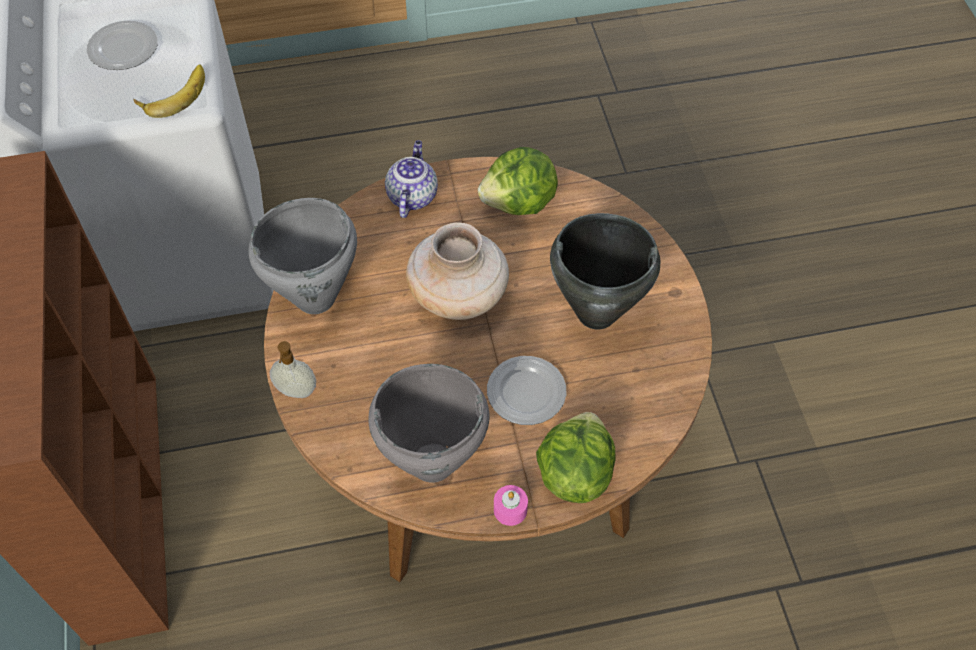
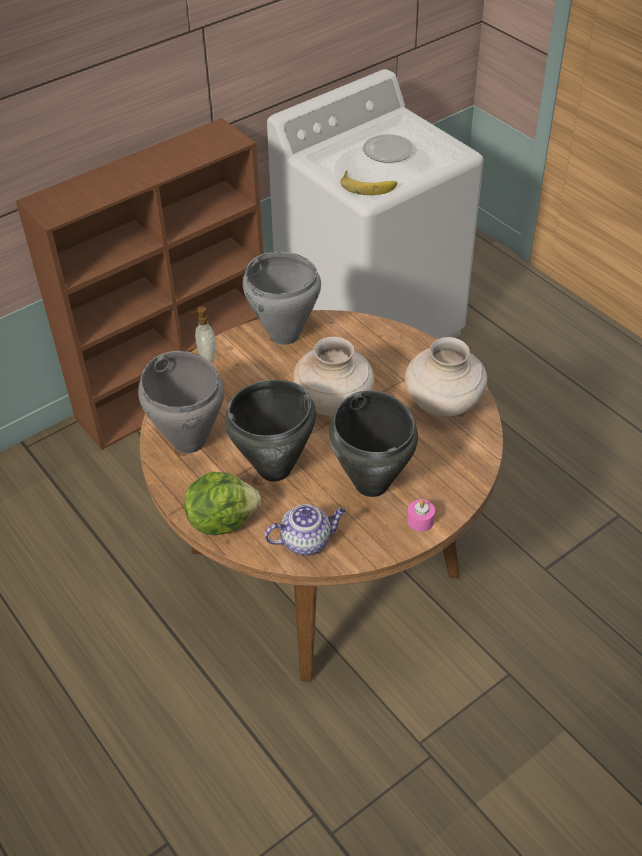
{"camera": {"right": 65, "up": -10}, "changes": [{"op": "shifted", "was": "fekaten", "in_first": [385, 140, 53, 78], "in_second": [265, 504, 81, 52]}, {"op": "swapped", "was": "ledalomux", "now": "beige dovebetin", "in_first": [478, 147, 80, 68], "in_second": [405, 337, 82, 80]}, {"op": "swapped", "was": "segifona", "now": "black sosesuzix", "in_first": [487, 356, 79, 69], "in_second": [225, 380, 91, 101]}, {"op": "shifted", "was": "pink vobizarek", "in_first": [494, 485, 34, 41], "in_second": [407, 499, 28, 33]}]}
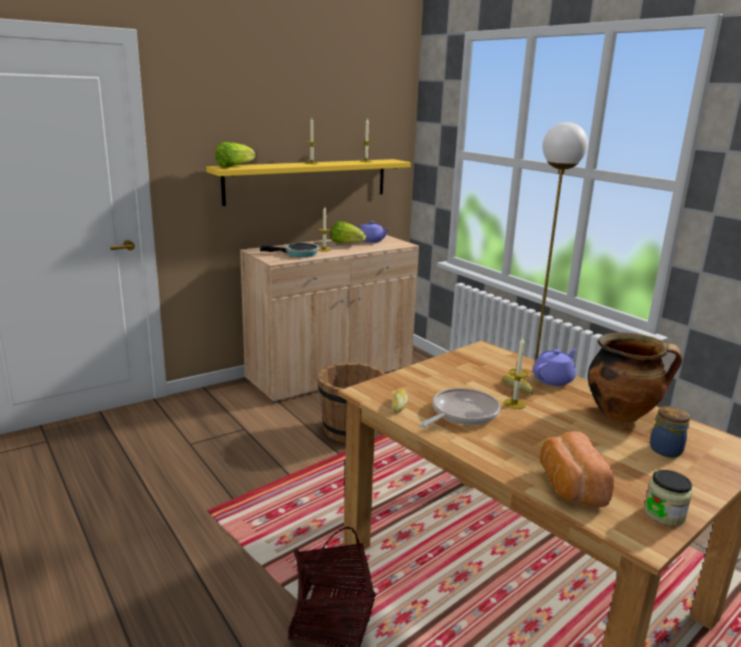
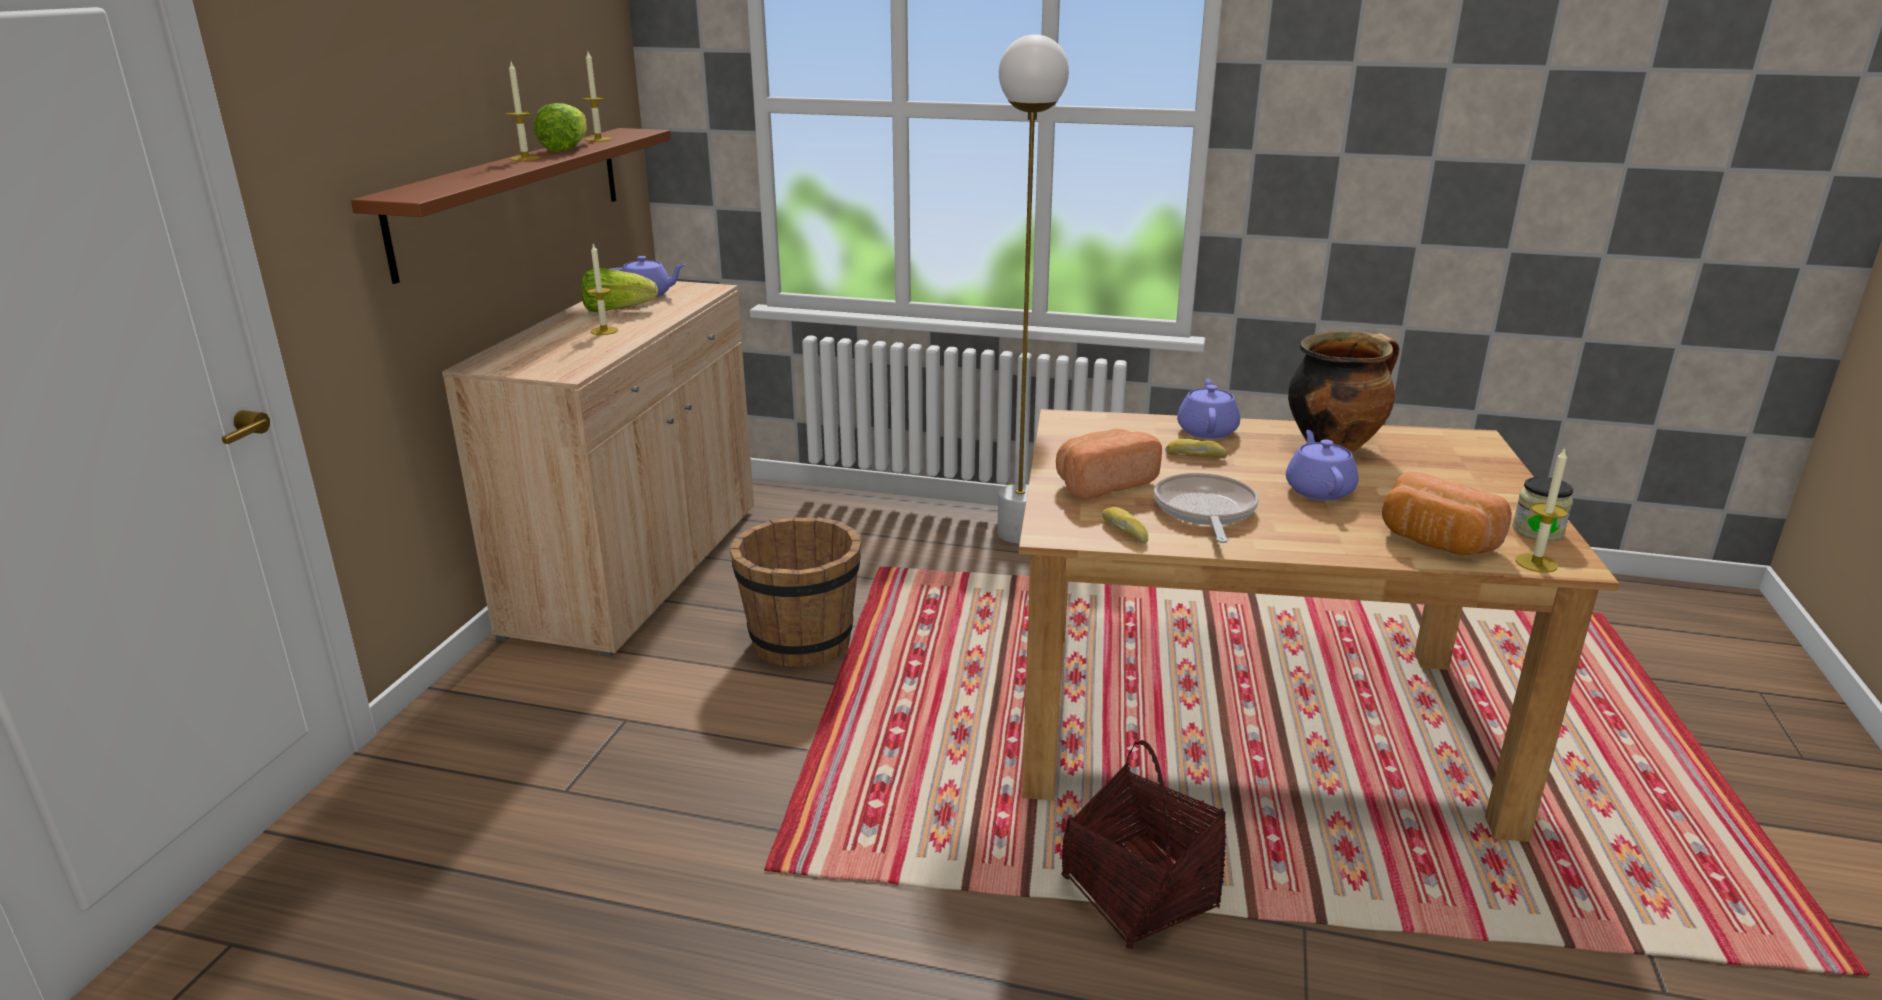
{"camera": {"right": -40, "up": 5}, "changes": [{"op": "shifted", "was": "ledalomux", "in_first": [215, 142, 41, 26], "in_second": [534, 103, 53, 49]}, {"op": "repainted", "was": "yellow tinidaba", "now": "brown tinidaba", "in_first": [206, 159, 205, 47], "in_second": [351, 128, 320, 156]}, {"op": "gone", "was": "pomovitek", "in_first": [260, 243, 59, 14]}, {"op": "shifted", "was": "vobizarek", "in_first": [503, 338, 25, 71], "in_second": [1515, 447, 53, 126]}, {"op": "gone", "was": "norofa", "in_first": [650, 406, 40, 51]}, {"op": "new", "now": "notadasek", "in_second": [1056, 429, 106, 70]}, {"op": "new", "now": "purple fekaten", "in_second": [1286, 430, 72, 71]}]}
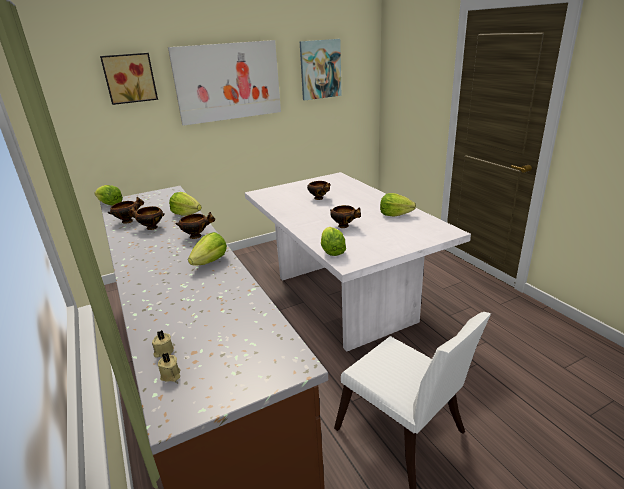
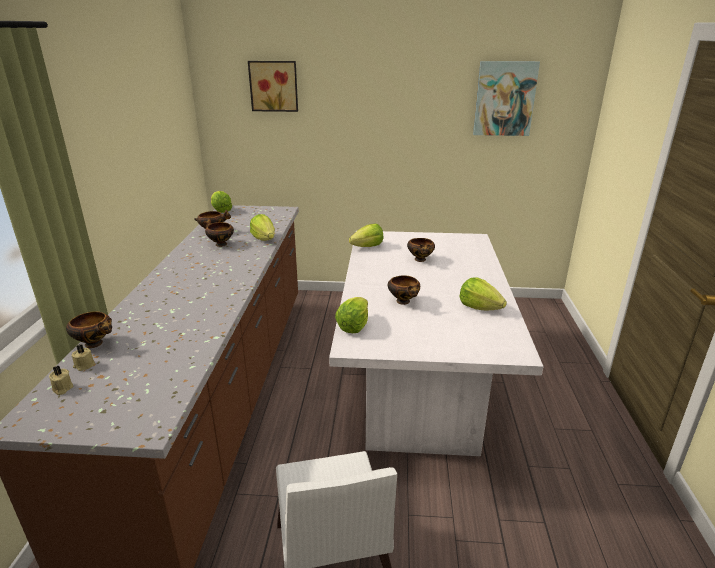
{"camera": {"right": 30, "up": 0}, "changes": [{"op": "gone", "was": "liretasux", "in_first": [168, 40, 113, 86]}, {"op": "shifted", "was": "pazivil", "in_first": [175, 212, 40, 27], "in_second": [66, 311, 46, 37]}, {"op": "shifted", "was": "ledalomux", "in_first": [188, 232, 39, 33], "in_second": [349, 224, 34, 23]}]}
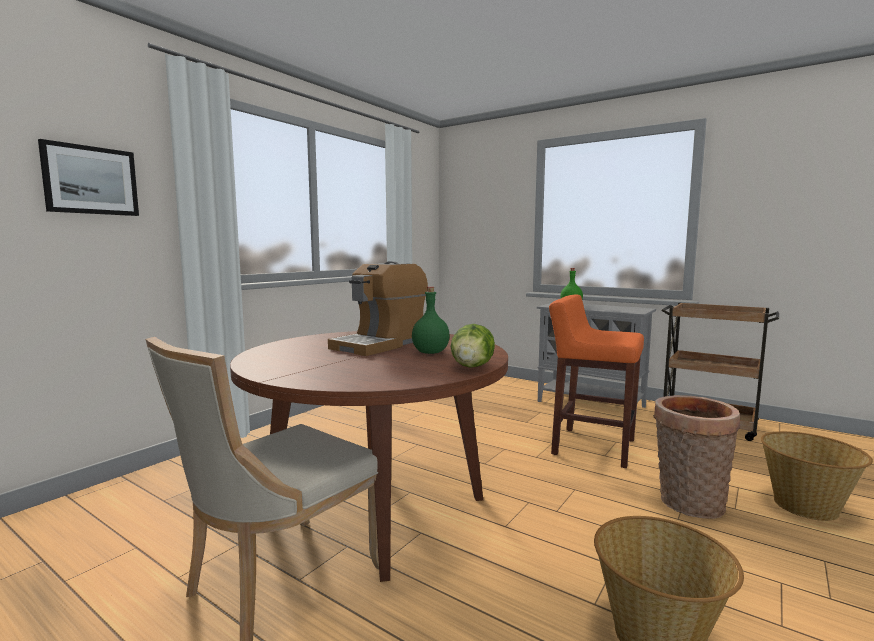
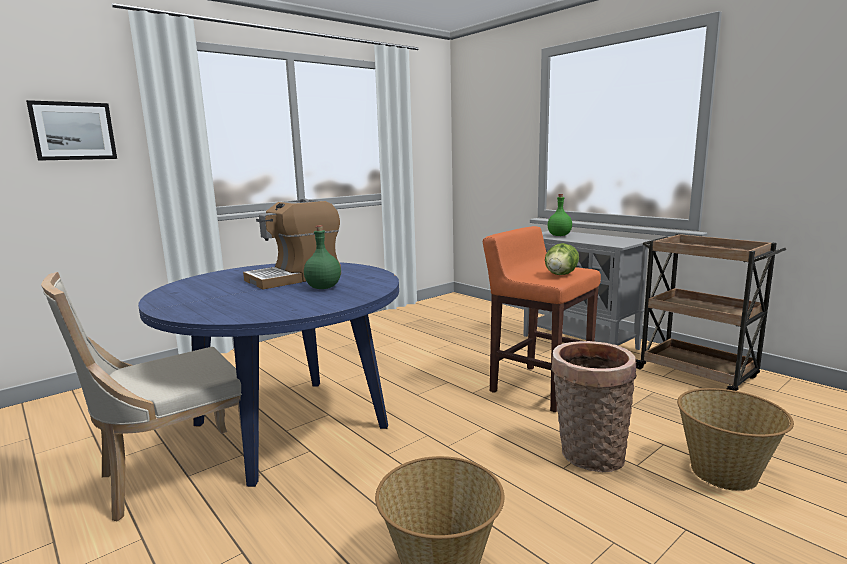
{"camera": {"right": 15, "up": 5}, "changes": [{"op": "shifted", "was": "ledalomux", "in_first": [450, 324, 45, 44], "in_second": [545, 243, 34, 32]}, {"op": "repainted", "was": "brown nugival", "now": "blue nugival", "in_first": [230, 331, 278, 251], "in_second": [138, 262, 261, 225]}]}
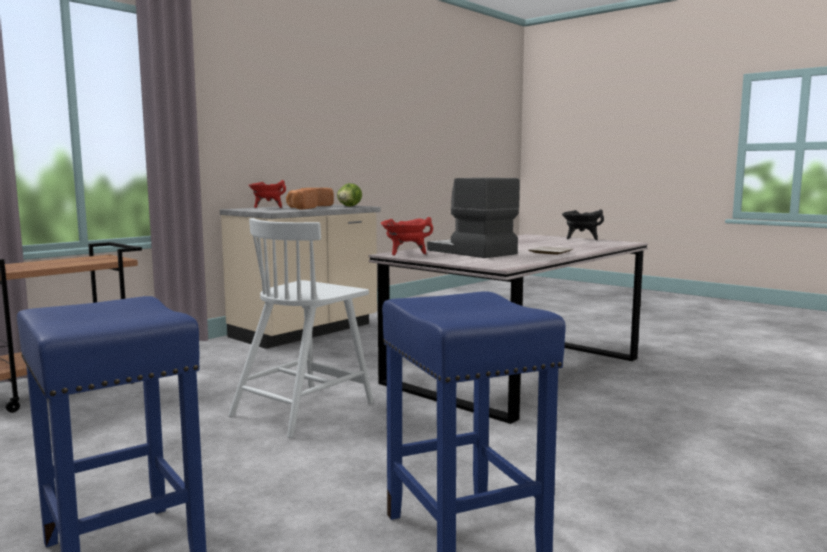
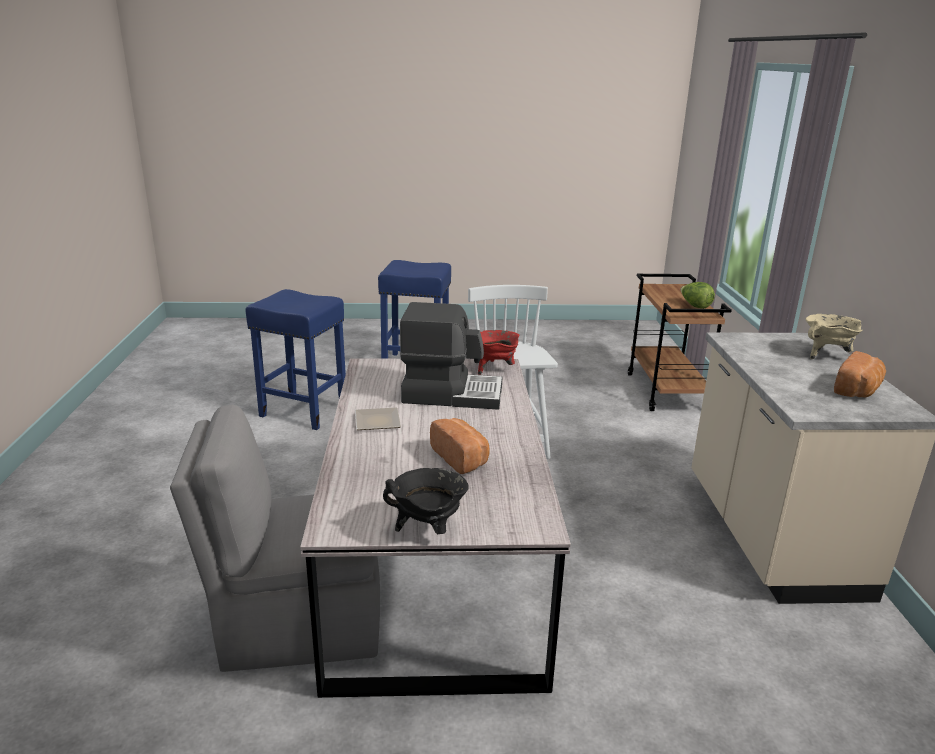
{"camera": {"right": 135, "up": 15}, "changes": [{"op": "repainted", "was": "red sosesuzix", "now": "beige sosesuzix", "in_first": [249, 180, 37, 28], "in_second": [806, 314, 57, 45]}, {"op": "shifted", "was": "ledalomux", "in_first": [337, 183, 25, 24], "in_second": [680, 282, 35, 27]}, {"op": "shifted", "was": "notadasek", "in_first": [286, 189, 32, 21], "in_second": [430, 418, 60, 56]}, {"op": "new", "now": "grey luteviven", "in_second": [170, 404, 210, 268]}]}
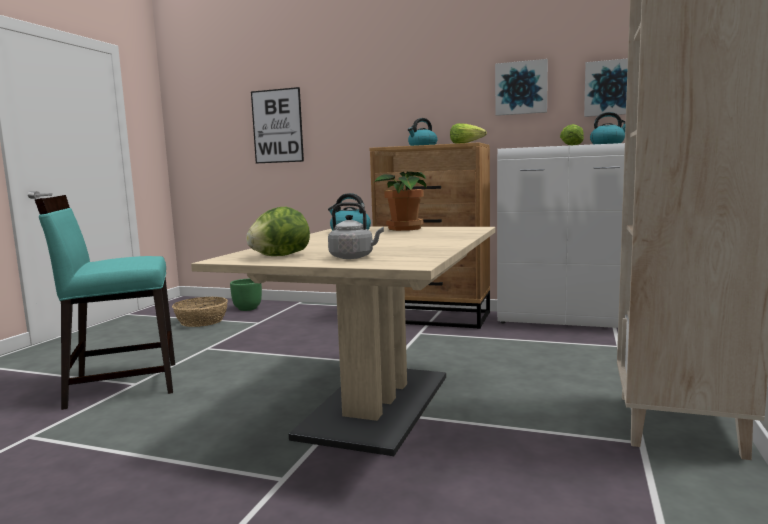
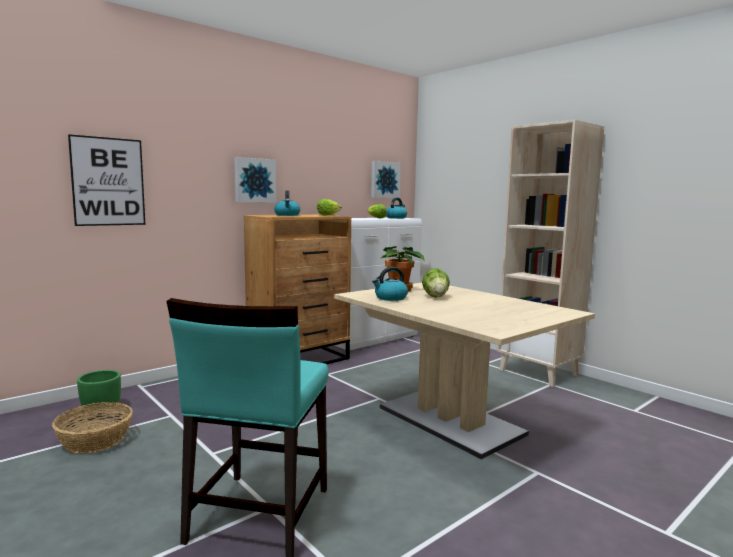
{"camera": {"right": -60, "up": 0}, "changes": [{"op": "shifted", "was": "liretasux", "in_first": [495, 59, 53, 57], "in_second": [234, 157, 42, 46]}, {"op": "gone", "was": "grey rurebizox", "in_first": [328, 202, 56, 57]}, {"op": "shifted", "was": "ledalomux", "in_first": [246, 207, 64, 49], "in_second": [422, 268, 28, 30]}]}
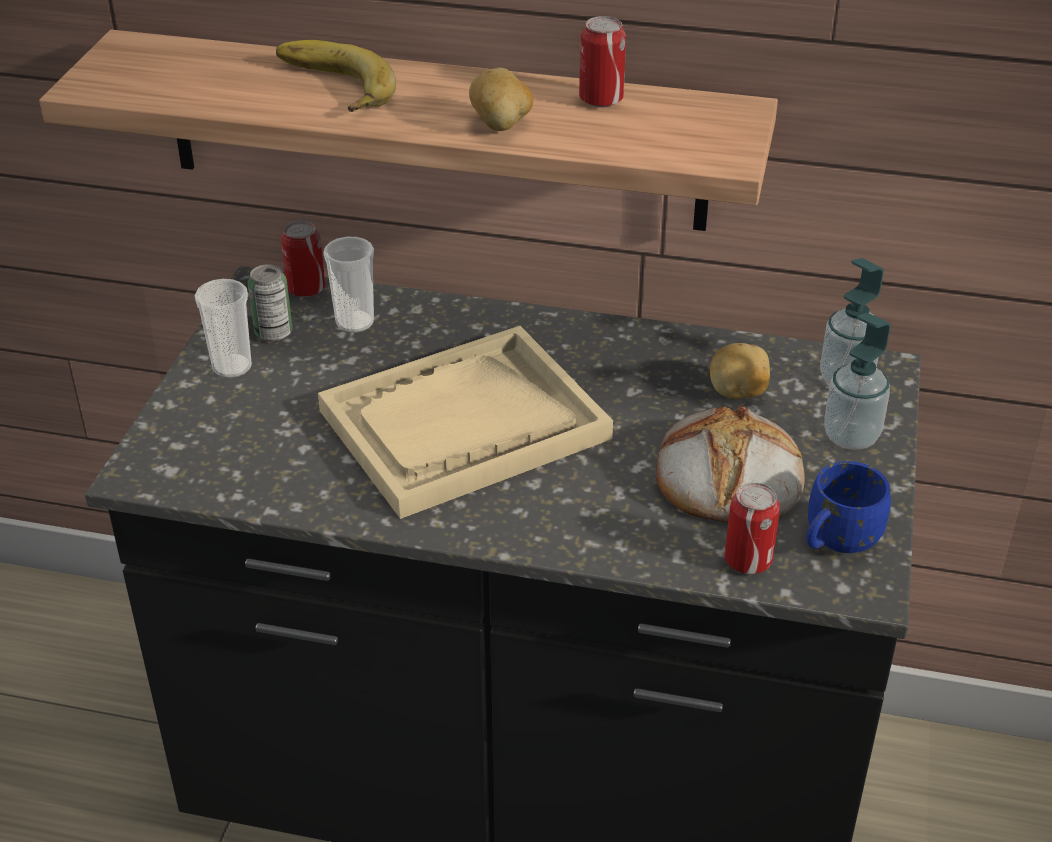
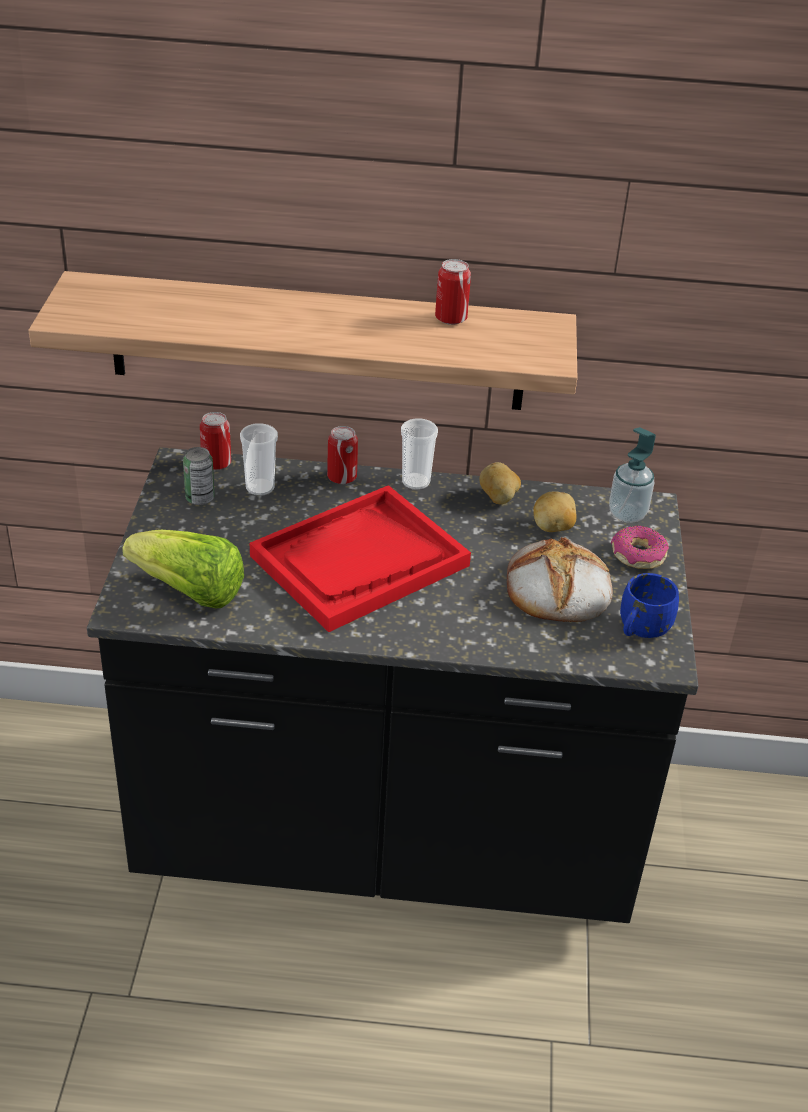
{"camera": {"right": -10, "up": 0}, "changes": [{"op": "gone", "was": "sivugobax", "in_first": [276, 40, 120, 72]}, {"op": "shifted", "was": "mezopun", "in_first": [469, 68, 64, 63], "in_second": [479, 462, 42, 42]}, {"op": "shifted", "was": "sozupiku", "in_first": [195, 279, 57, 99], "in_second": [401, 418, 37, 72]}, {"op": "swapped", "was": "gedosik", "now": "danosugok", "in_first": [824, 313, 67, 137], "in_second": [611, 526, 58, 43]}, {"op": "repainted", "was": "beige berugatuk", "now": "red berugatuk", "in_first": [318, 326, 295, 193], "in_second": [250, 485, 221, 147]}, {"op": "shifted", "was": "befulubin", "in_first": [725, 482, 55, 92], "in_second": [327, 426, 31, 58]}, {"op": "new", "now": "ledalomux", "in_second": [122, 530, 122, 78]}]}
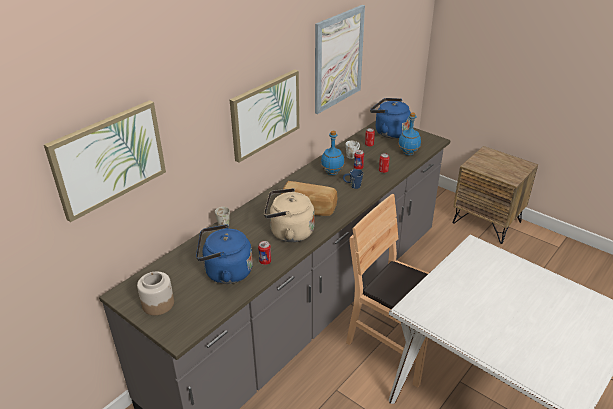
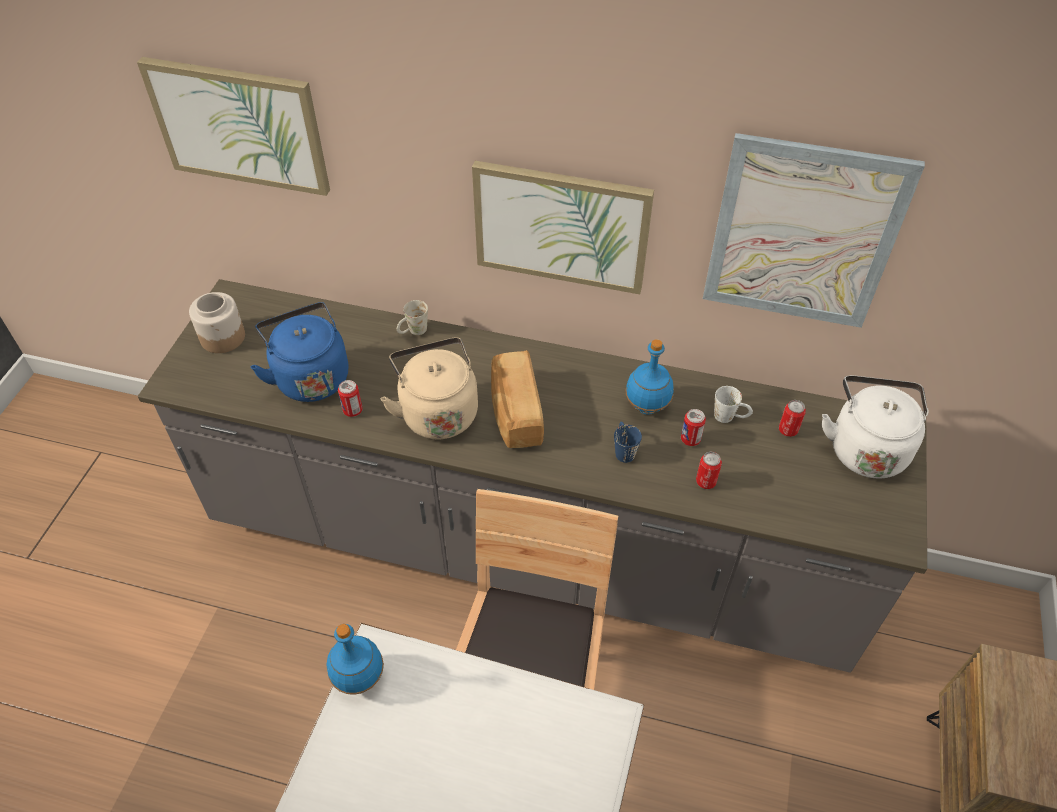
{"camera": {"right": 65, "up": 15}, "changes": [{"op": "repainted", "was": "blue rurebizox", "now": "white rurebizox", "in_first": [370, 98, 41, 41], "in_second": [822, 375, 107, 103]}, {"op": "shifted", "was": "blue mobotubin", "in_first": [398, 112, 23, 43], "in_second": [326, 624, 58, 71]}]}
